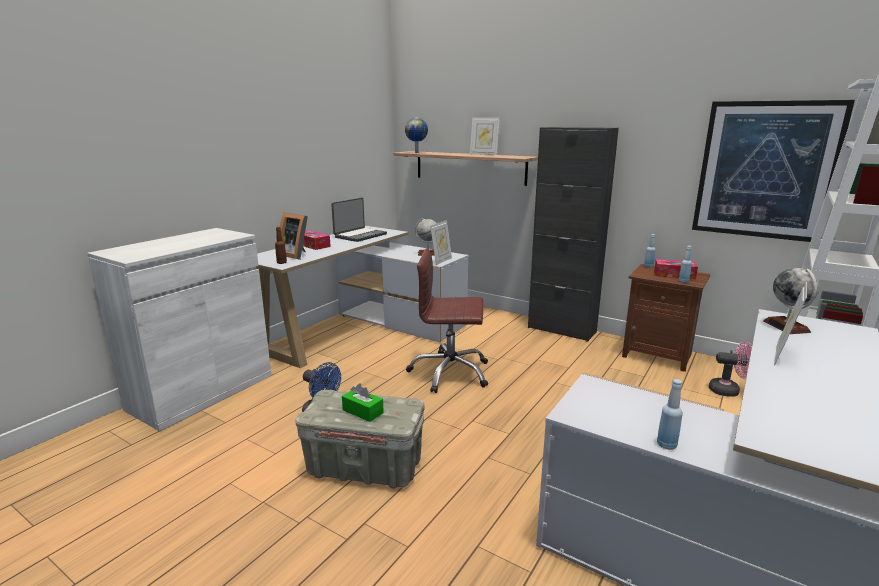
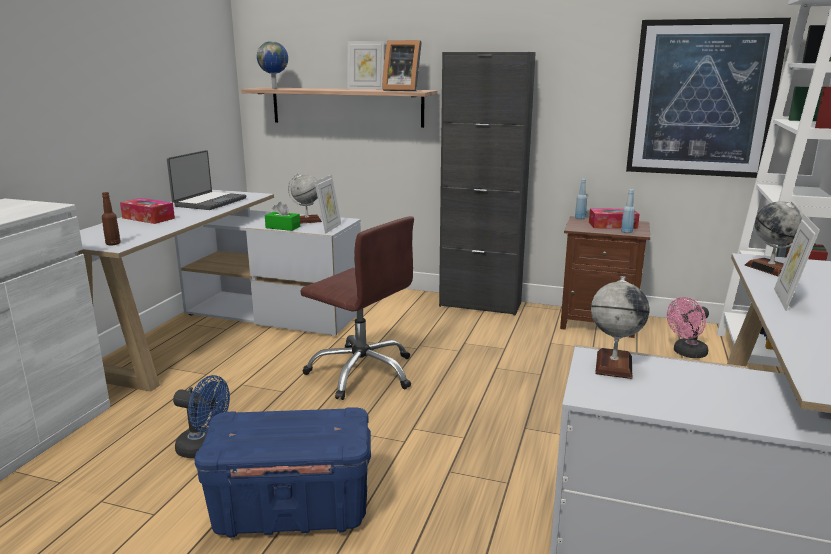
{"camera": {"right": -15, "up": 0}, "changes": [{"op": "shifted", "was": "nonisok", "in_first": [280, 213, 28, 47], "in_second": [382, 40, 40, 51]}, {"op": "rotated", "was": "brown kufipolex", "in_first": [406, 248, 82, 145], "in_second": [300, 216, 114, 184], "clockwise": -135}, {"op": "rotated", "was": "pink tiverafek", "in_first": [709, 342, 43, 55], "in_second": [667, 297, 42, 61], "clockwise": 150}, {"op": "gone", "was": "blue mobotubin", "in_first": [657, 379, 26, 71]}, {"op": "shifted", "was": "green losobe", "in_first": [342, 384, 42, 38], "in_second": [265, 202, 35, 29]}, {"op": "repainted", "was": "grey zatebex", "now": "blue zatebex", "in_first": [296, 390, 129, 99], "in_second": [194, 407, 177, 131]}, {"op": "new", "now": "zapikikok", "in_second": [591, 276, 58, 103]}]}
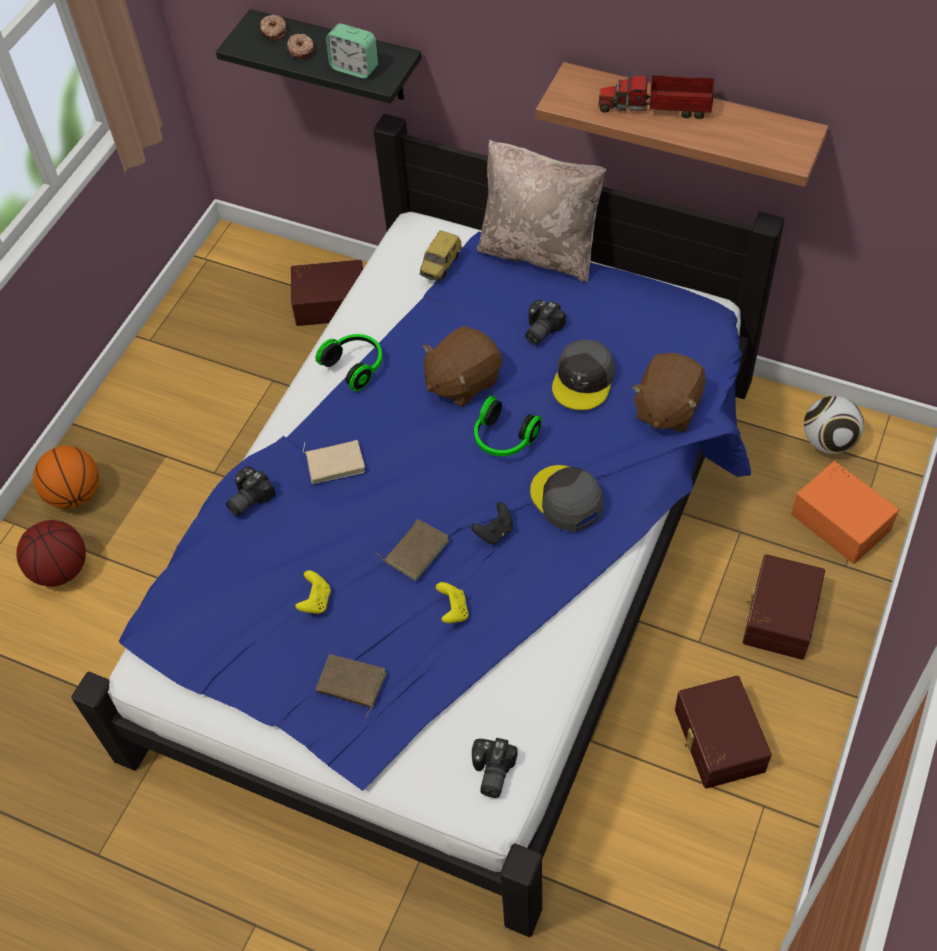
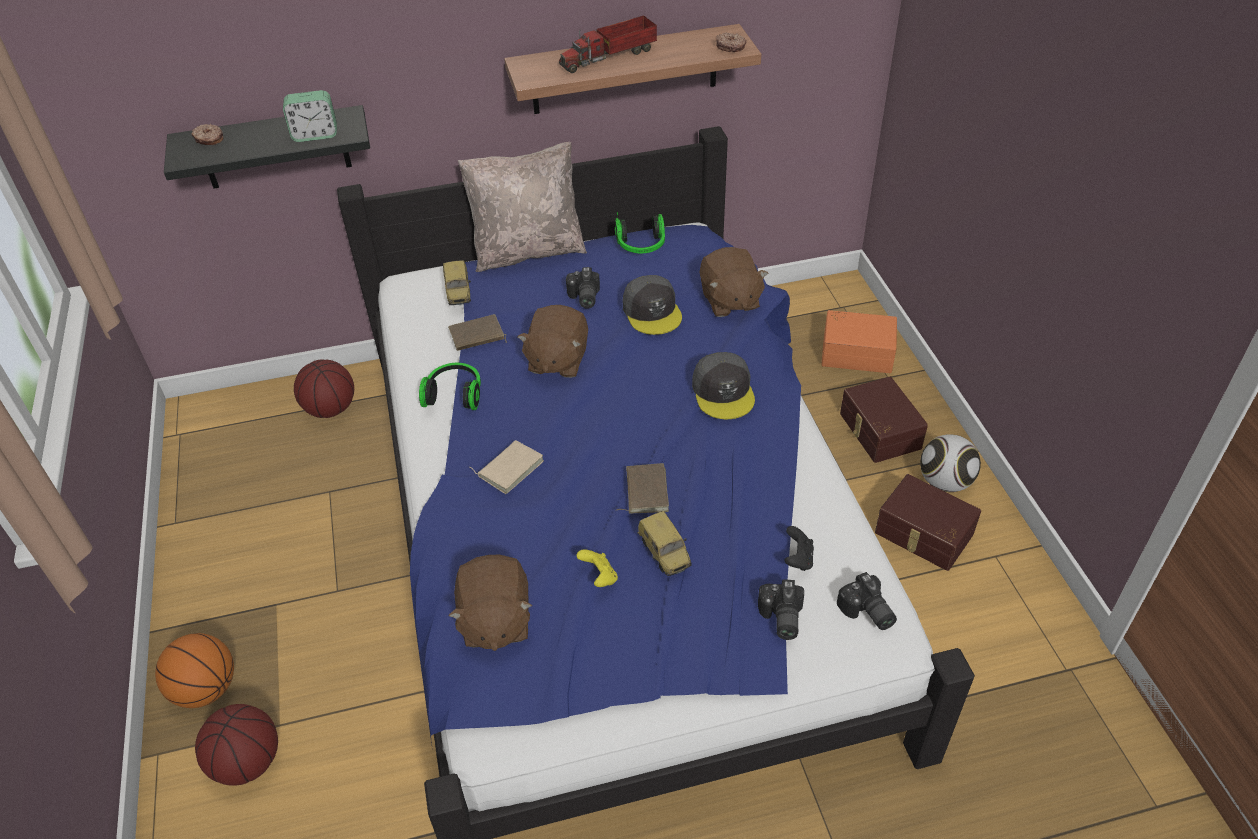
{"camera": {"right": -40, "up": -10}, "changes": [{"op": "shifted", "was": "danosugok", "in_first": [287, 34, 27, 25], "in_second": [716, 33, 30, 19]}, {"op": "swapped", "was": "brown zatebex", "now": "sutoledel", "in_first": [291, 260, 72, 66], "in_second": [294, 359, 60, 59]}, {"op": "shifted", "was": "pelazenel", "in_first": [474, 391, 68, 65], "in_second": [615, 212, 50, 41]}, {"op": "shifted", "was": "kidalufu", "in_first": [804, 396, 60, 58], "in_second": [920, 434, 61, 58]}, {"op": "rotated", "was": "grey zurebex", "in_first": [530, 465, 73, 66], "in_second": [692, 352, 63, 67], "clockwise": -120}, {"op": "shifted", "was": "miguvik", "in_first": [226, 466, 50, 50], "in_second": [758, 579, 46, 61]}, {"op": "shifted", "was": "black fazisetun", "in_first": [471, 502, 42, 43], "in_second": [784, 526, 30, 45]}, {"op": "gone", "was": "yellow fazisetun", "in_first": [436, 582, 33, 41]}, {"op": "shifted", "was": "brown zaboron", "in_first": [316, 654, 71, 64], "in_second": [448, 314, 59, 37]}, {"op": "new", "now": "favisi", "in_second": [637, 511, 55, 65]}, {"op": "new", "now": "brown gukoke", "in_second": [449, 555, 83, 96]}]}
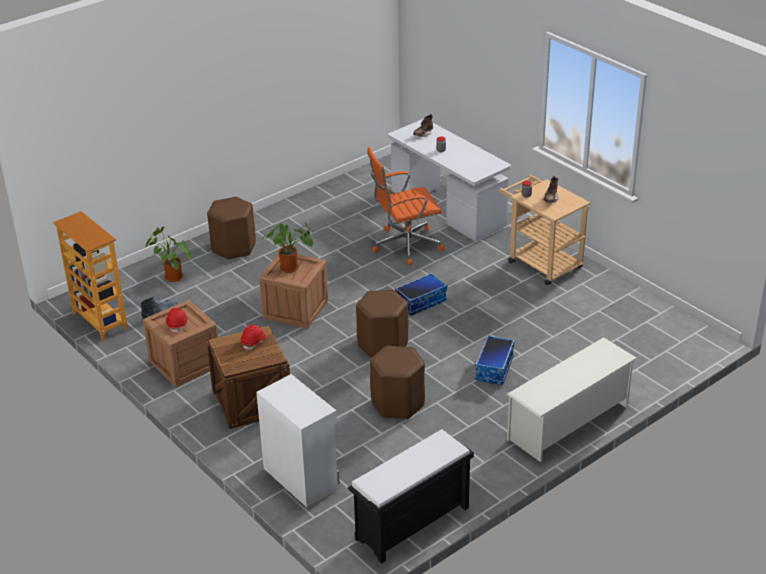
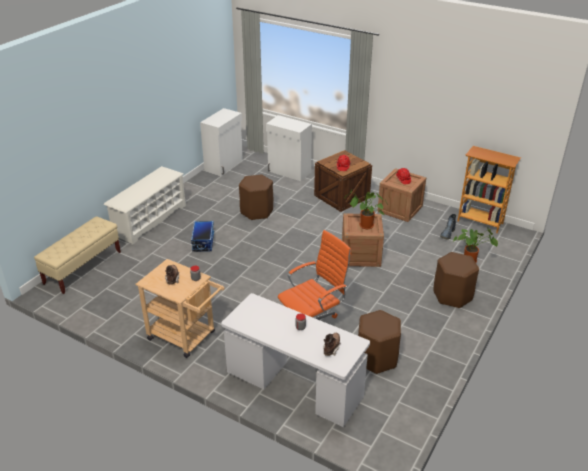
{"camera": {"right": 160, "up": 0}, "changes": [{"op": "gone", "was": "zatebex", "in_first": [395, 273, 52, 43]}, {"op": "shifted", "was": "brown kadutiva", "in_first": [356, 290, 52, 68], "in_second": [358, 310, 43, 64]}, {"op": "swapped", "was": "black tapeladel", "now": "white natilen", "in_first": [348, 429, 126, 134], "in_second": [200, 108, 43, 68]}, {"op": "new", "now": "beige tapeladel", "in_second": [34, 216, 87, 78]}]}
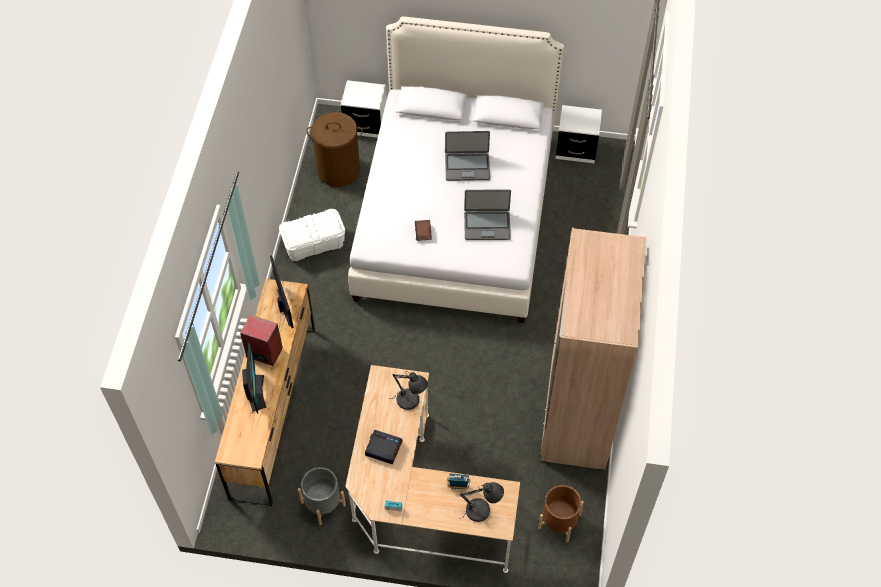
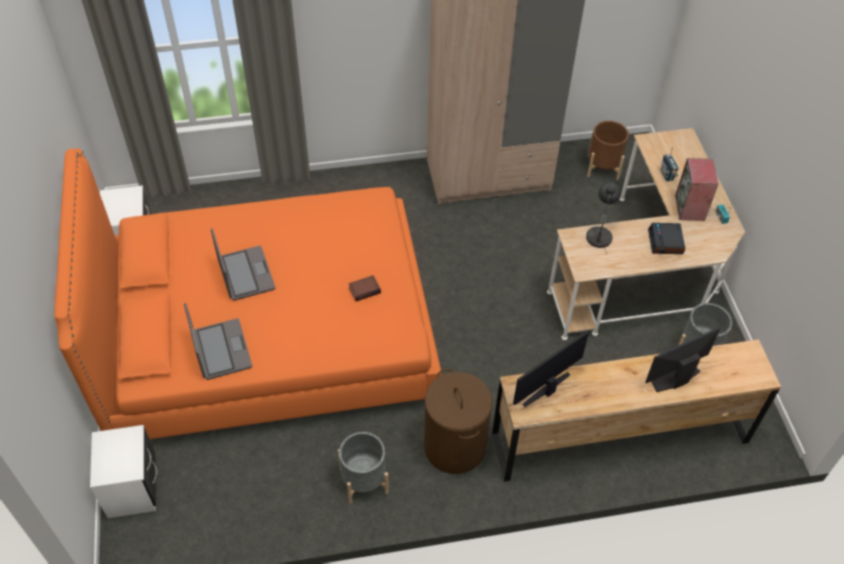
{"camera": {"right": -110, "up": -5}, "changes": [{"op": "repainted", "was": "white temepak", "now": "orange temepak", "in_first": [348, 17, 216, 306], "in_second": [54, 148, 388, 291]}, {"op": "shifted", "was": "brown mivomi", "in_first": [306, 112, 57, 75], "in_second": [424, 368, 68, 106]}, {"op": "shifted", "was": "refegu", "in_first": [464, 190, 47, 50], "in_second": [184, 303, 68, 77]}, {"op": "swapped", "was": "white zatebex", "now": "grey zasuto", "in_first": [279, 209, 66, 52], "in_second": [338, 432, 51, 72]}, {"op": "shifted", "was": "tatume", "in_first": [240, 315, 43, 51], "in_second": [675, 158, 44, 63]}, {"op": "gone", "was": "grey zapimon", "in_first": [460, 482, 44, 40]}]}
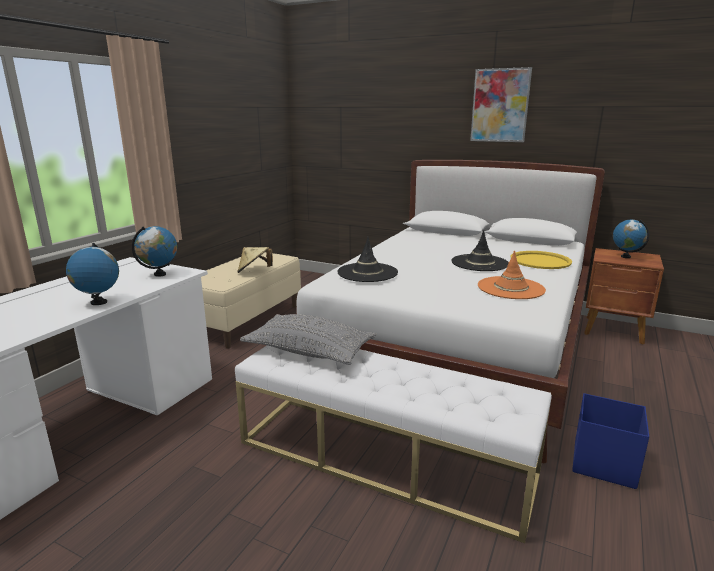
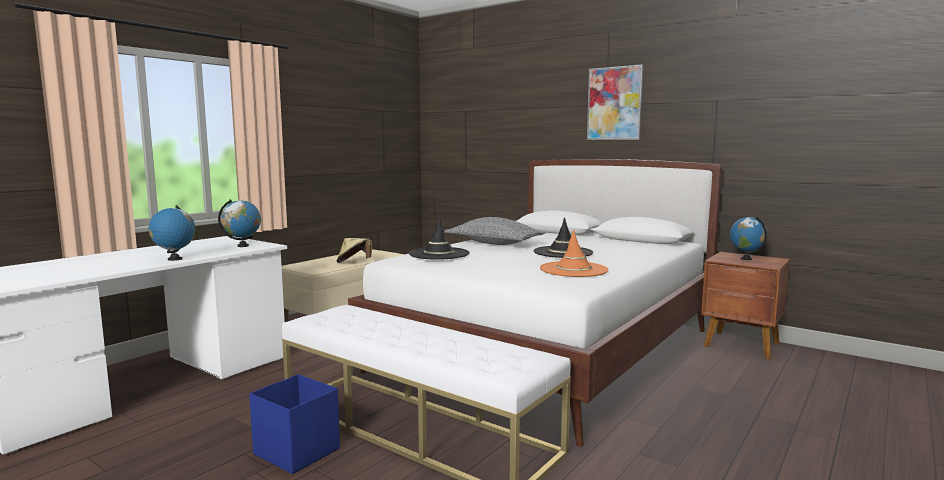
{"camera": {"right": 10, "up": -10}, "changes": [{"op": "gone", "was": "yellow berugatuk", "in_first": [510, 251, 62, 18]}, {"op": "shifted", "was": "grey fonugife", "in_first": [240, 314, 137, 51], "in_second": [444, 217, 102, 28]}, {"op": "shifted", "was": "blue zatebex", "in_first": [572, 393, 77, 96], "in_second": [249, 374, 91, 100]}]}
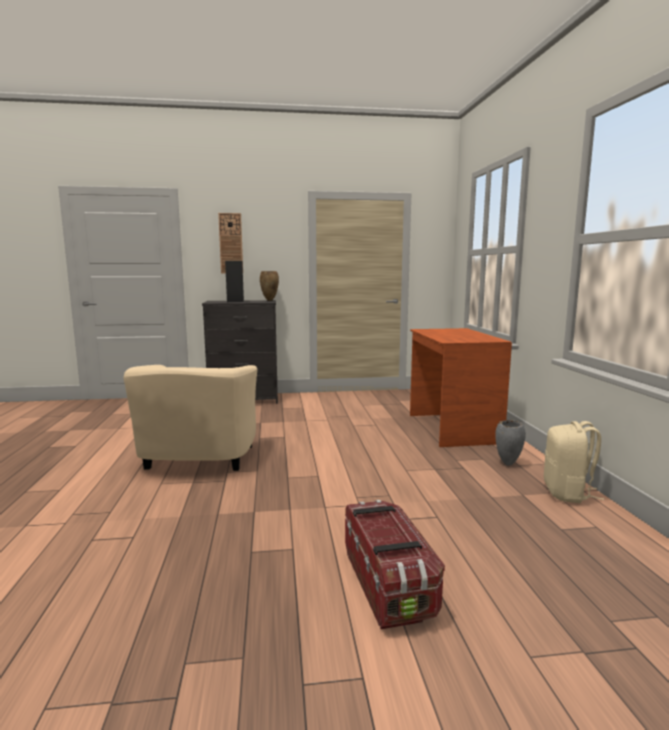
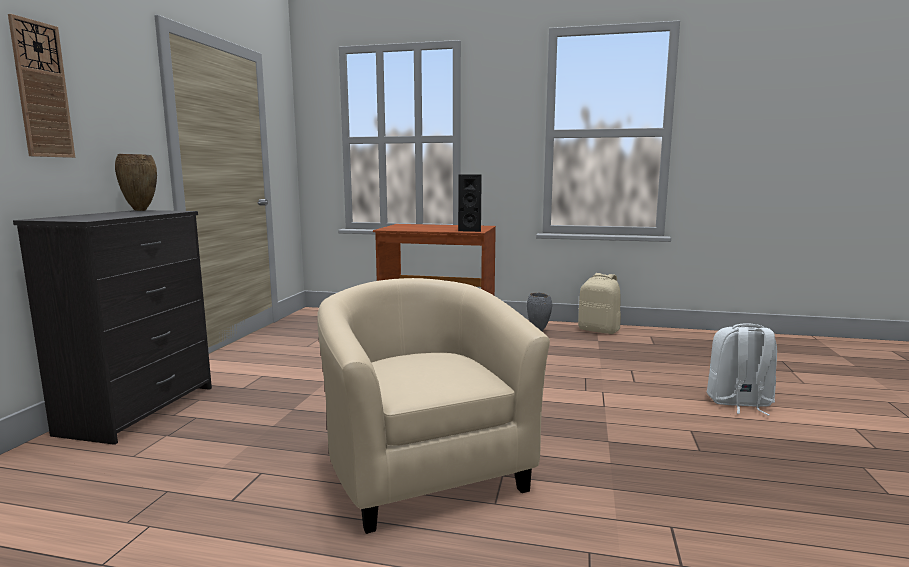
{"camera": {"right": -70, "up": 0}, "changes": [{"op": "shifted", "was": "black tatume", "in_first": [225, 261, 19, 41], "in_second": [458, 175, 24, 57]}, {"op": "rotated", "was": "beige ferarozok", "in_first": [123, 365, 134, 106], "in_second": [317, 278, 233, 256], "clockwise": -135}, {"op": "swapped", "was": "zatebex", "now": "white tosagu", "in_first": [345, 500, 100, 129], "in_second": [707, 323, 70, 92]}]}
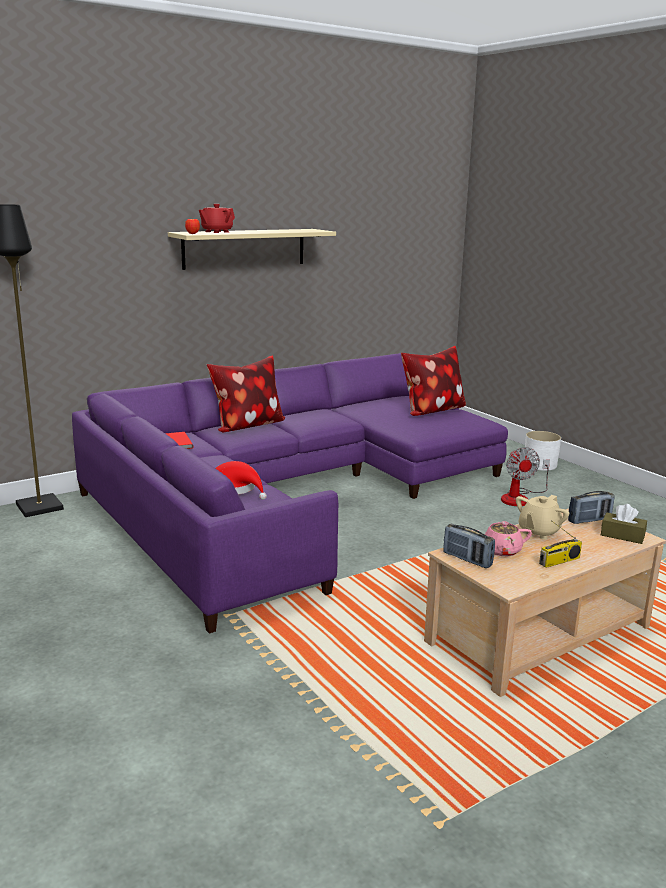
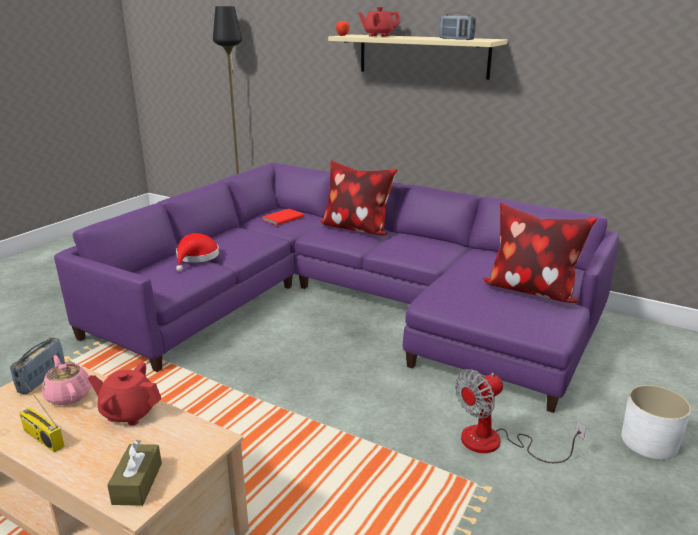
{"camera": {"right": 65, "up": 5}, "changes": [{"op": "shifted", "was": "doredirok", "in_first": [568, 491, 47, 33], "in_second": [440, 12, 36, 28]}, {"op": "repainted", "was": "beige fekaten", "now": "red fekaten", "in_first": [516, 495, 53, 45], "in_second": [88, 362, 74, 64]}]}
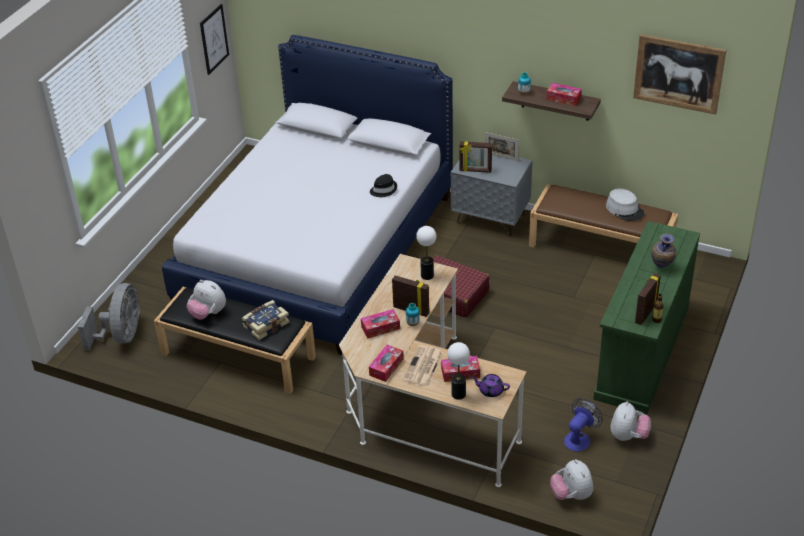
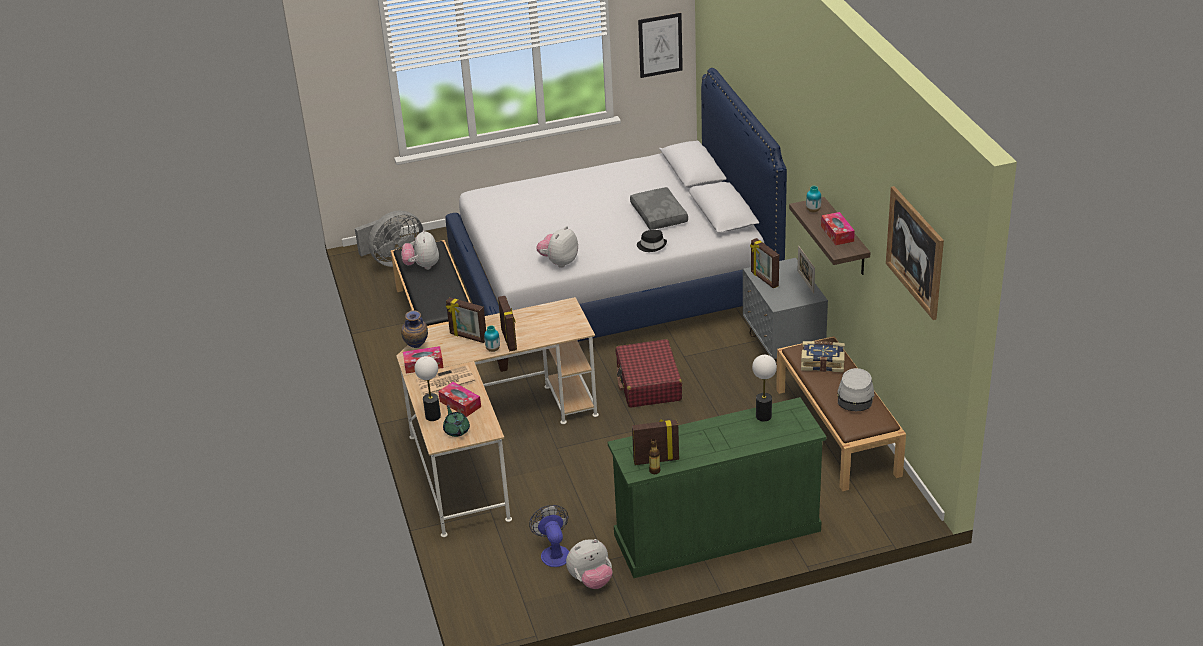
{"camera": {"right": 50, "up": -5}, "changes": [{"op": "shifted", "was": "zapimon", "in_first": [416, 226, 20, 54], "in_second": [752, 355, 25, 66]}, {"op": "shifted", "was": "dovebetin", "in_first": [651, 234, 25, 34], "in_second": [401, 310, 27, 38]}, {"op": "shifted", "was": "zaboron", "in_first": [242, 300, 48, 40], "in_second": [801, 341, 44, 31]}, {"op": "swapped", "was": "losobe", "now": "nonisok", "in_first": [361, 309, 39, 29], "in_second": [446, 297, 40, 46]}, {"op": "repainted", "was": "purple fekaten", "now": "green fekaten", "in_first": [471, 374, 39, 23], "in_second": [443, 406, 27, 31]}, {"op": "rotated", "was": "tiverafek", "in_first": [564, 398, 39, 54], "in_second": [529, 505, 40, 62], "clockwise": -105}, {"op": "shifted", "was": "gukoke", "in_first": [550, 459, 43, 41], "in_second": [536, 226, 42, 42]}, {"op": "new", "now": "grey fonugife", "in_second": [630, 187, 58, 43]}]}
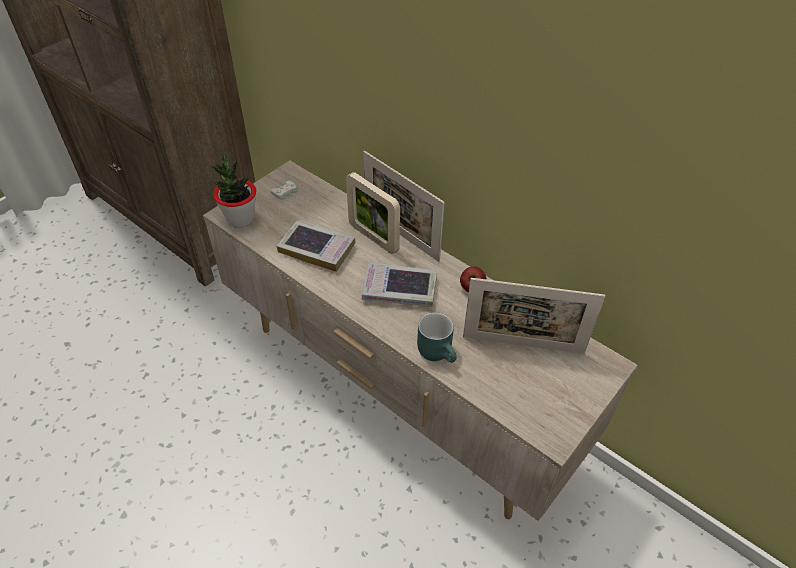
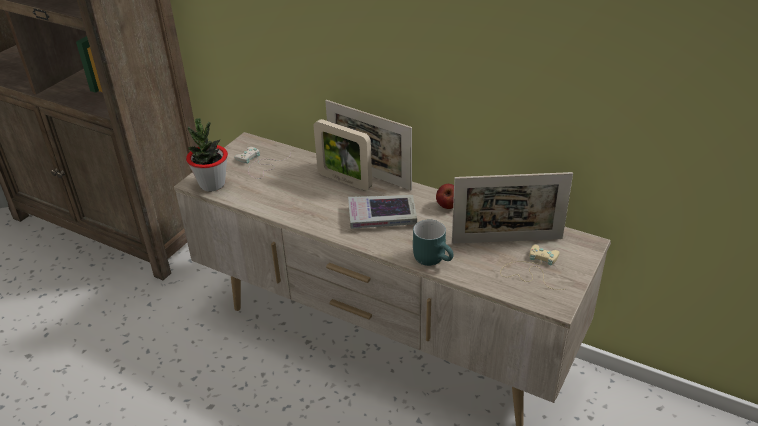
{"camera": {"right": -10, "up": -10}, "changes": [{"op": "gone", "was": "zaboron", "in_first": [276, 220, 80, 52]}, {"op": "new", "now": "beige fazisetun", "in_second": [500, 245, 64, 45]}]}
